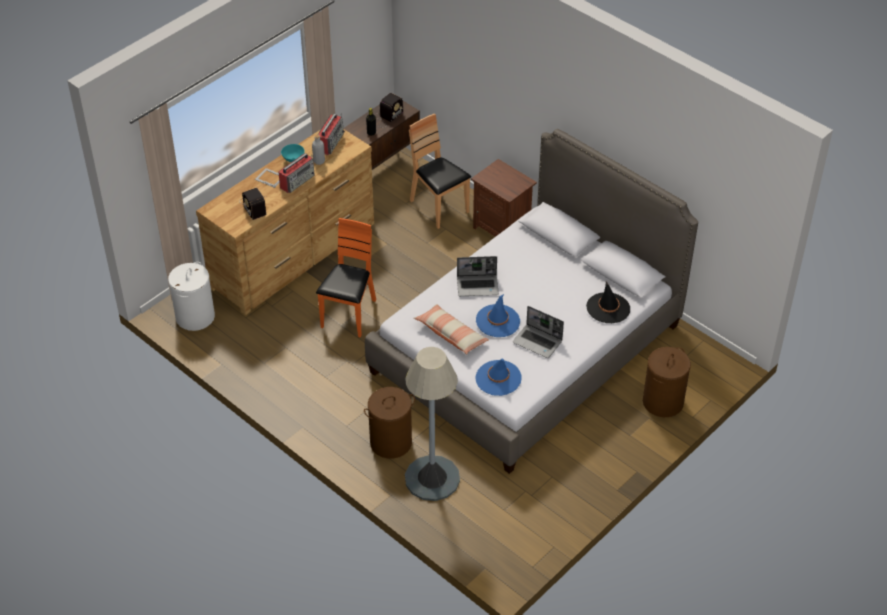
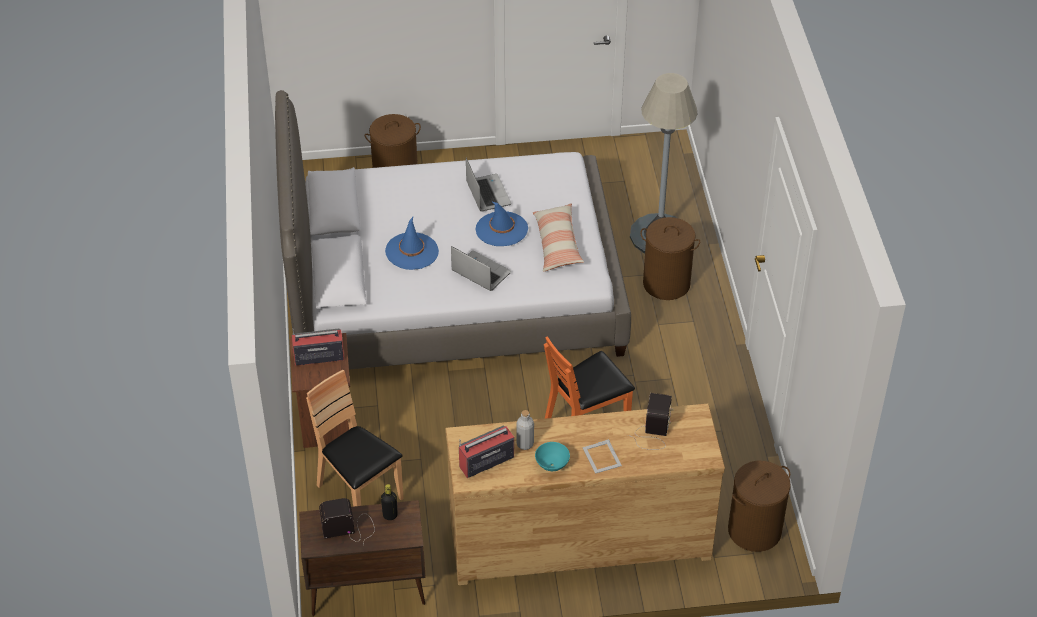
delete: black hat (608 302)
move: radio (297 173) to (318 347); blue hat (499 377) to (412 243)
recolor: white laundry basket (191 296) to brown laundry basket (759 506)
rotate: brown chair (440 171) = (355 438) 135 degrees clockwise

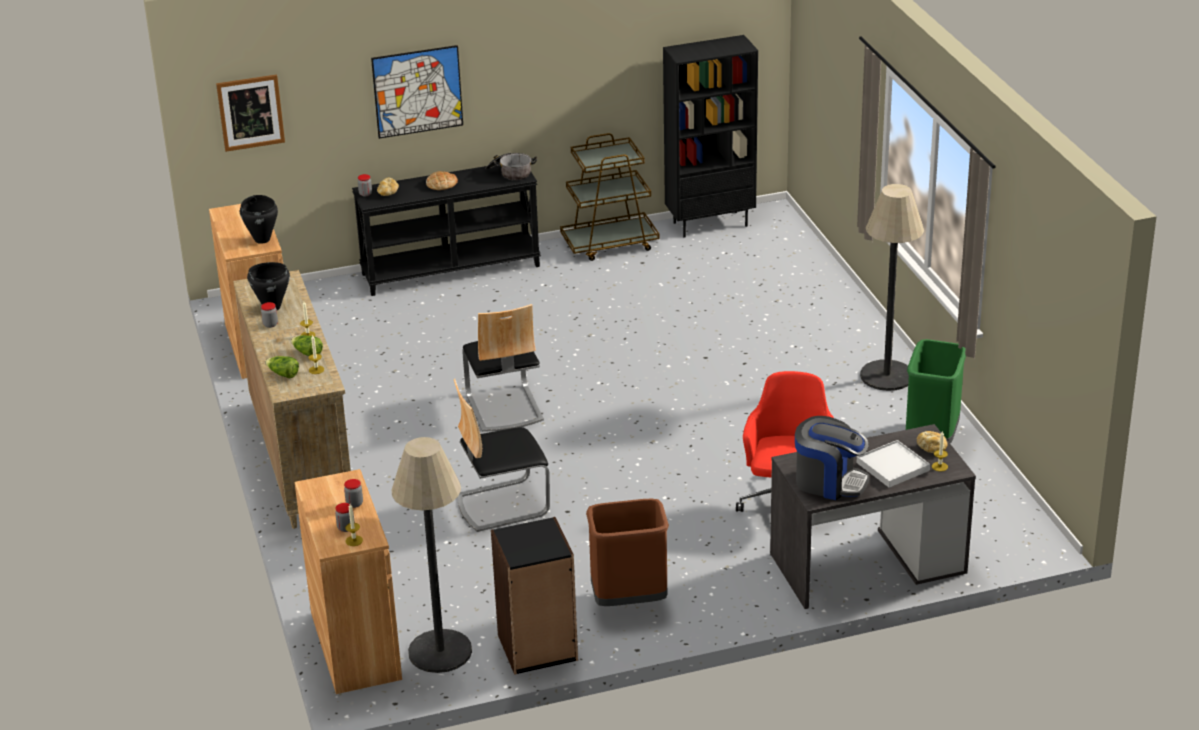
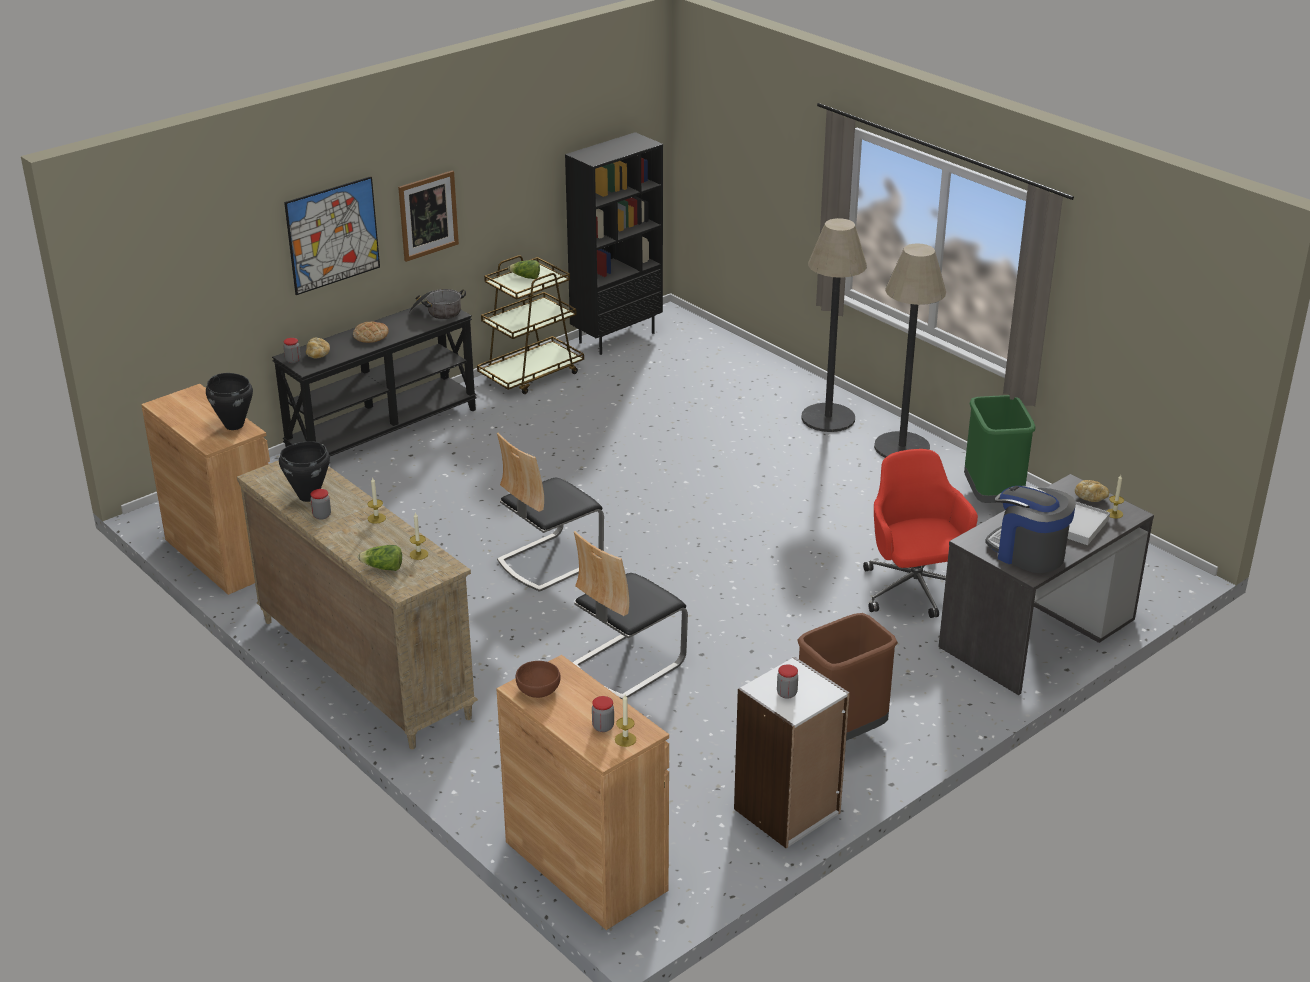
insert: brown bowl (538 679)
move: picture (250 113) to (428 216); lettuce (307 345) to (524 269); jar (353 493) to (787 682); floor lamp (432 555) to (834 325)
recolor: black bookcase (534 596) to white bookcase (792 752)
rotate: chair (503 368) = (550 512) 90 degrees clockwise; coffee machine (832 458) = (1030 529) 135 degrees counterclockwise

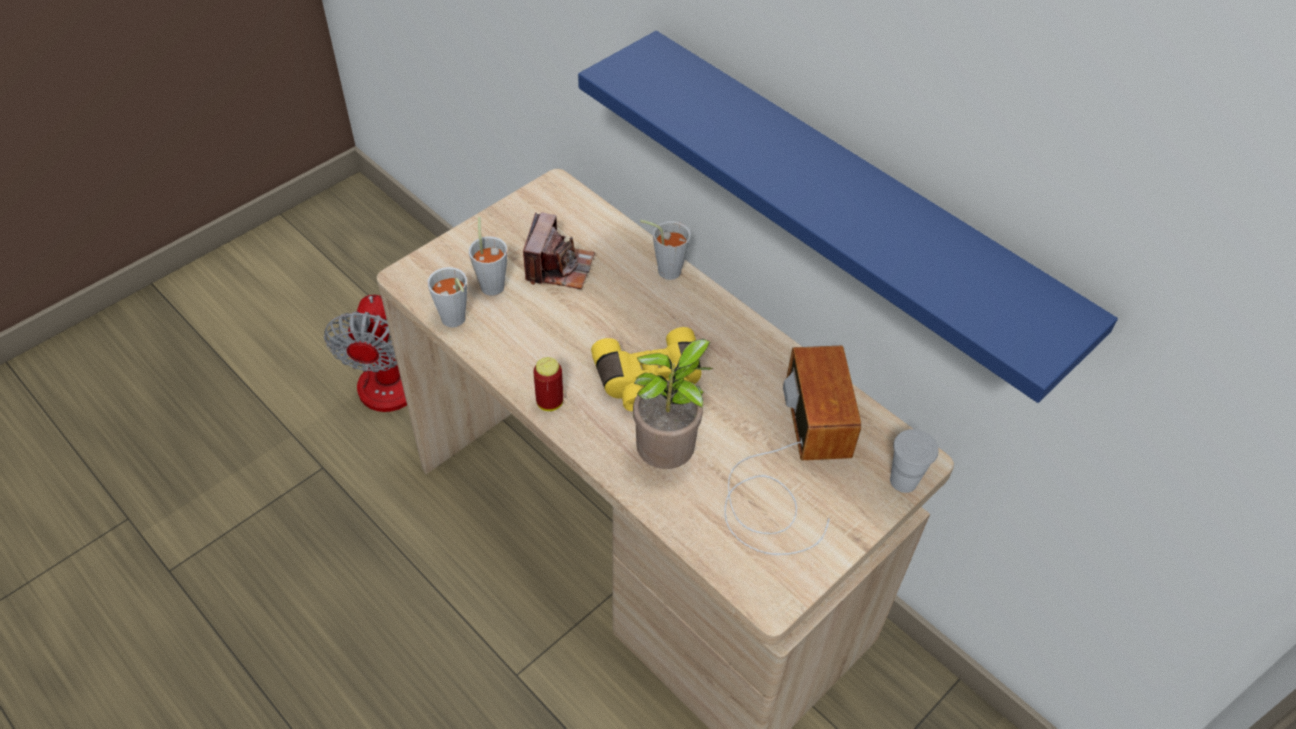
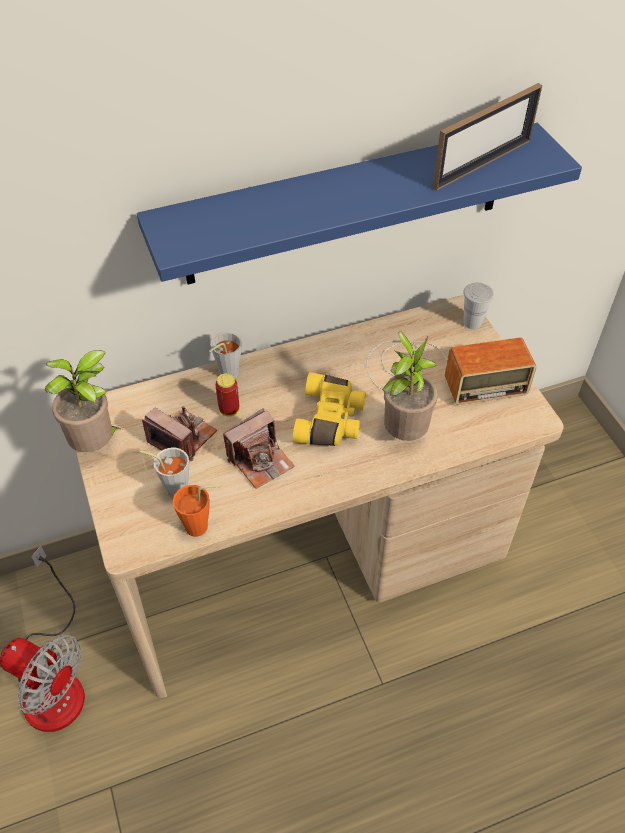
insert: potted plant (82 401); photo camera (259 448); picture frame (487 137)
move: can (548 384) to (227 394)
recolor: grey cup (447 297) to orange cup (196 511)
rotate: radio (793 450) = (451 371) 150 degrees clockwise

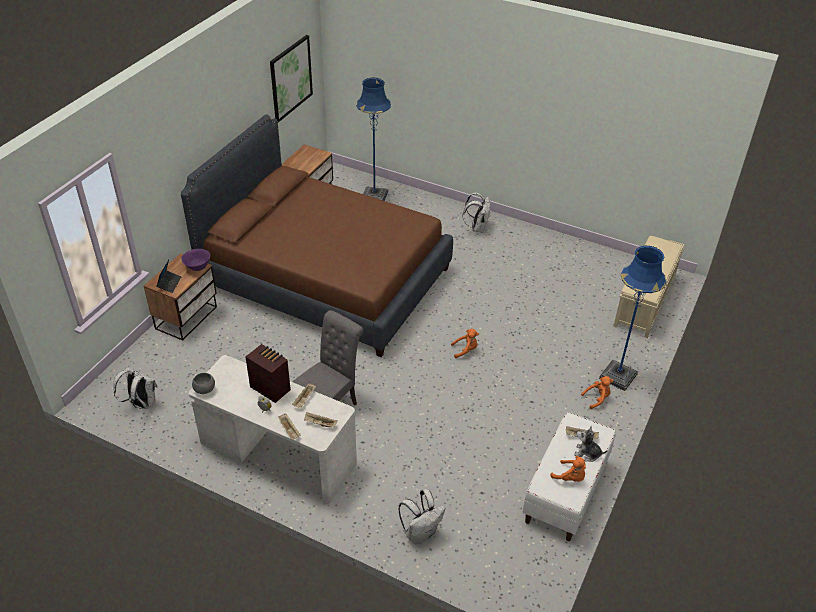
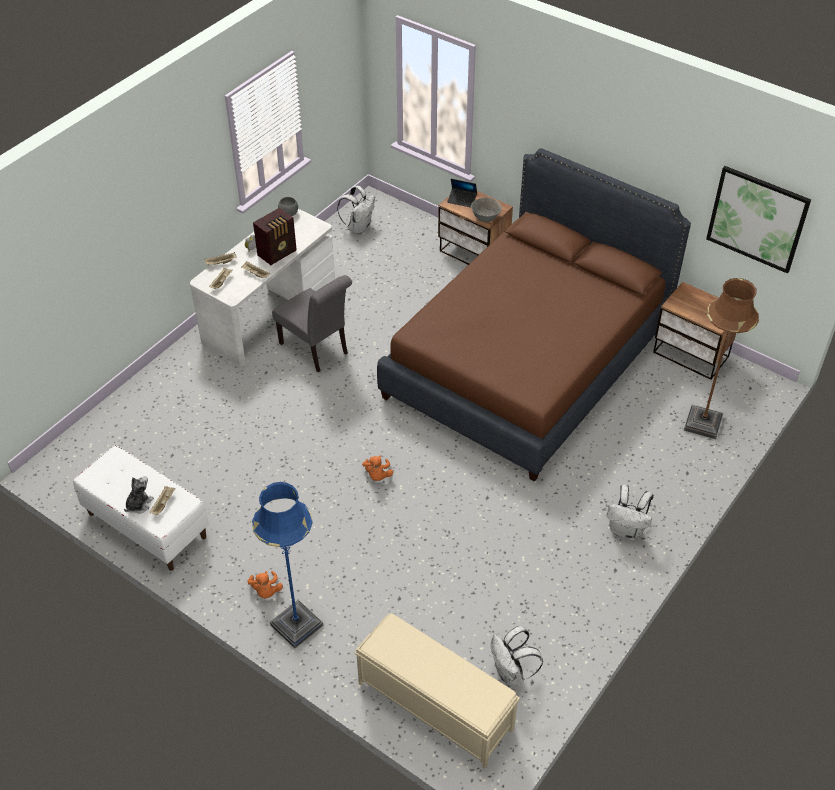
delete: orange plush toy (568 469)
move: white backpack (421 516) to (517 656)
recolor: purple bowl (195 260) to grey bowl (486 209); blue floor lamp (373 139) to brown floor lamp (721 358)

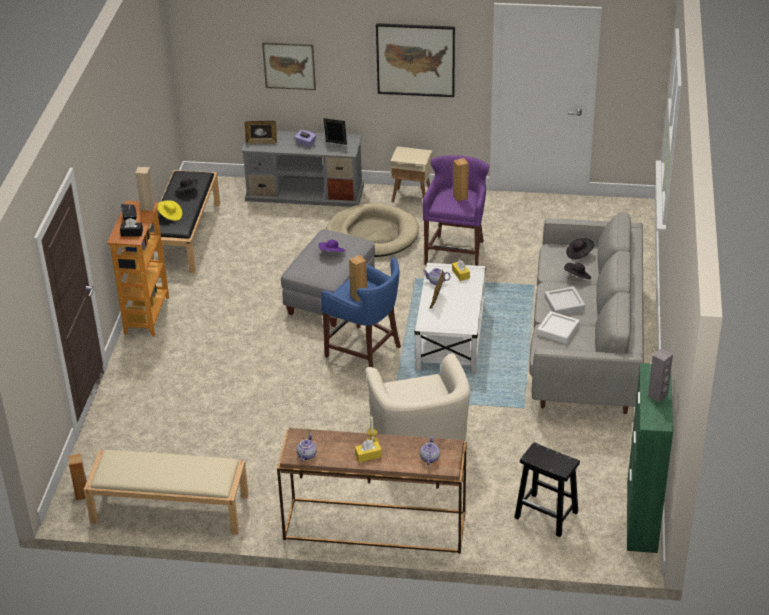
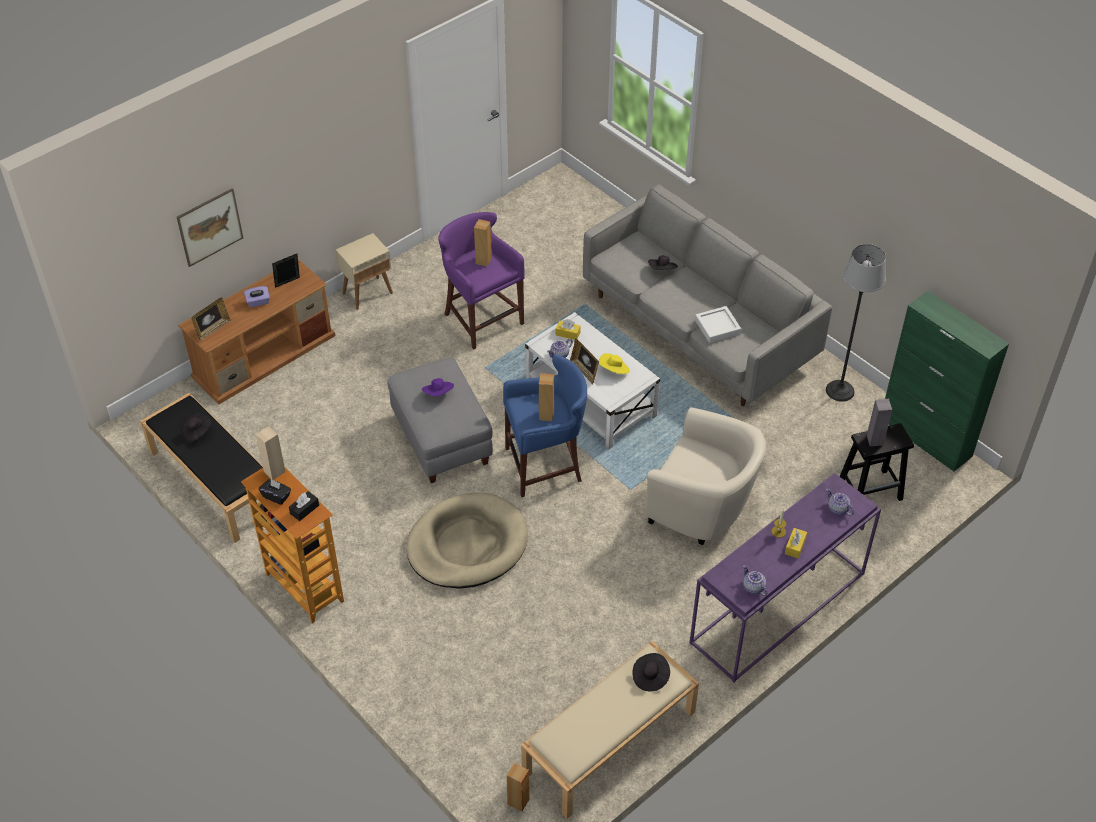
delete: picture (415 60); grey tray (564 301)
insert: floor lamp (856 322)
move: yellow hat (169 210) to (614 363); beige dog bed (372 230) to (467 540); black hat (580 249) to (651 672); grey speaker (660 375) to (879 422)
recolor: grey tv stand (302 169) to brown tv stand (256 331); brown console table (371 491) to purple console table (785 578)

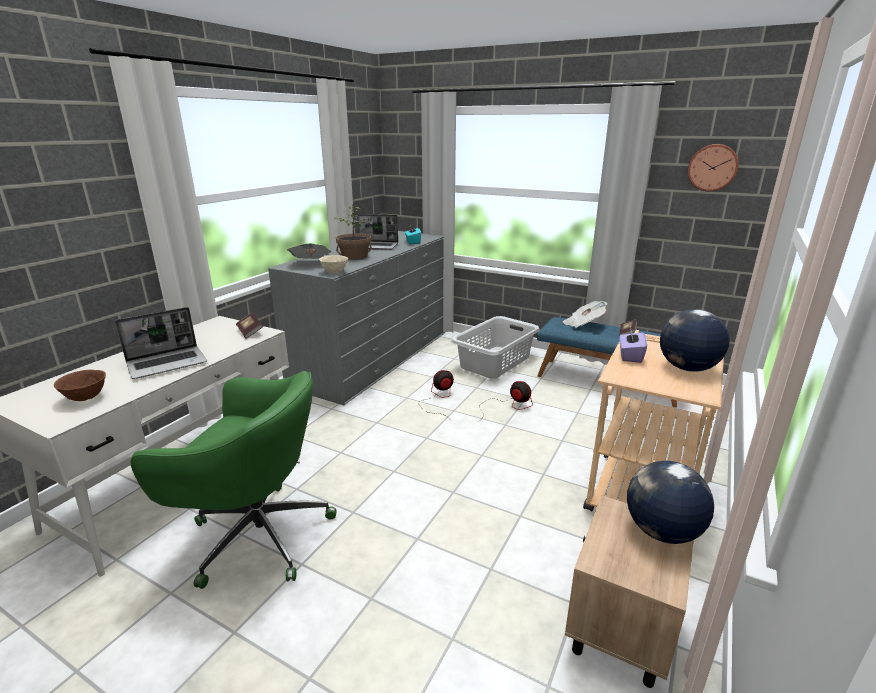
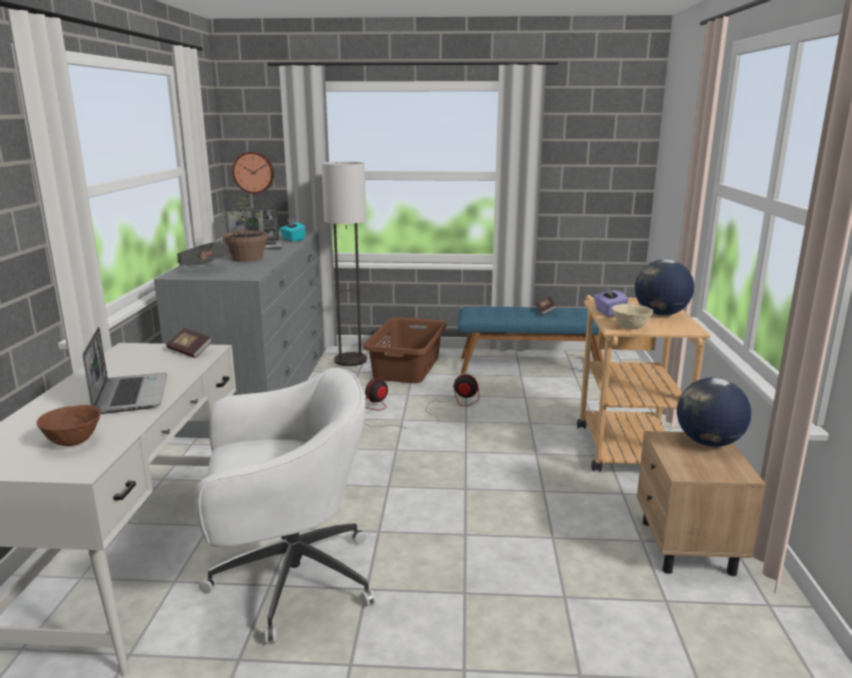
delete: newspaper (585 314)
insert: floor lamp (344 263)
move: beige bowl (333 264) to (632 316); wall clock (713 167) to (253 172)
recolor: green office chair (234 480) to white office chair (285 506); grey laundry basket (495 347) to brown laundry basket (404 350)
rotate: laptop (161 343) = (125 370) 45 degrees counterclockwise

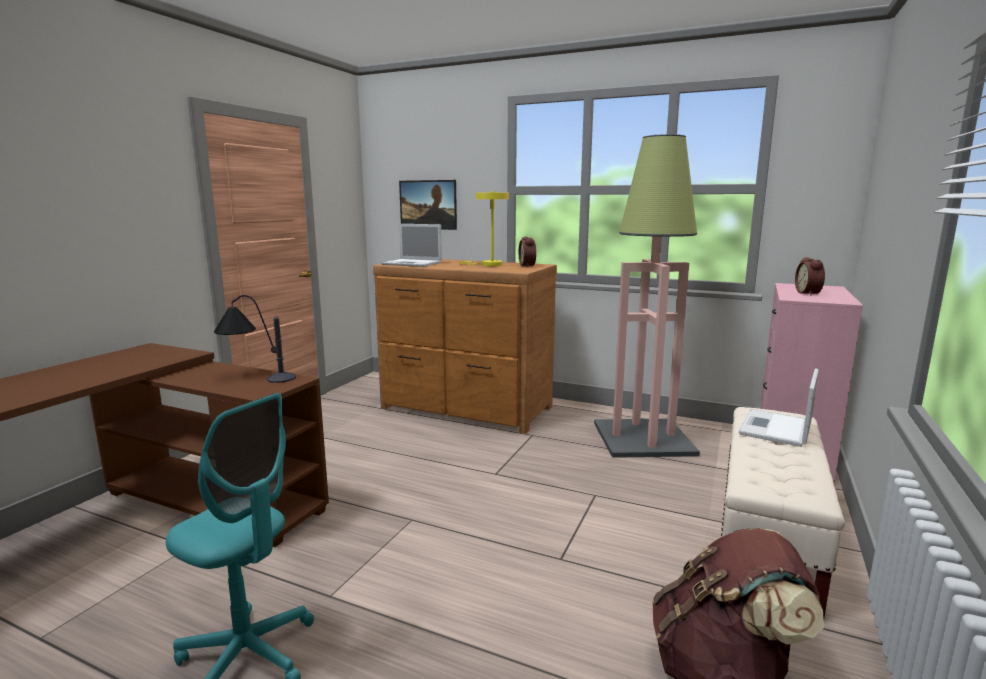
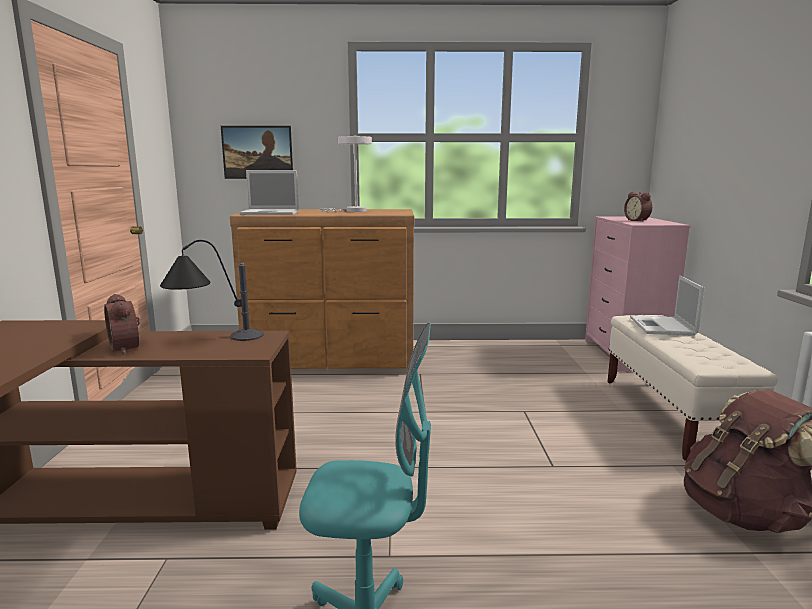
delete: floor lamp (647 296)
move: alarm clock (527 251) to (122 324)
recolor: yellow table lamp (484 228) to white table lamp (346 174)

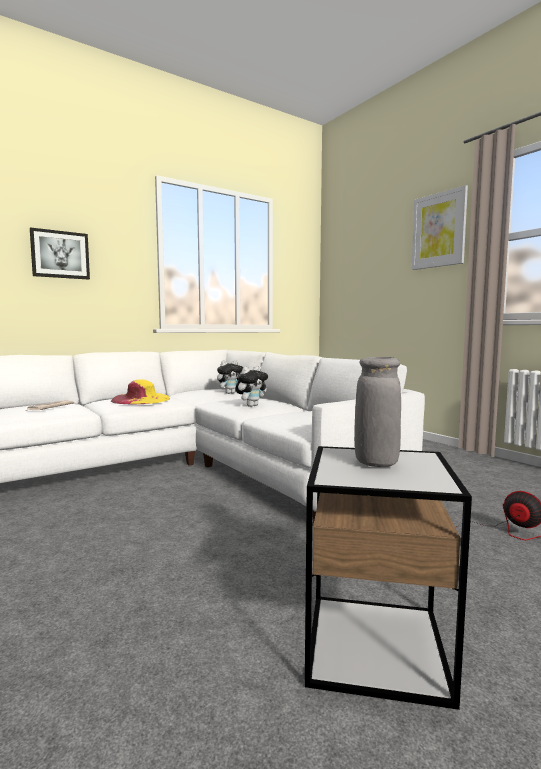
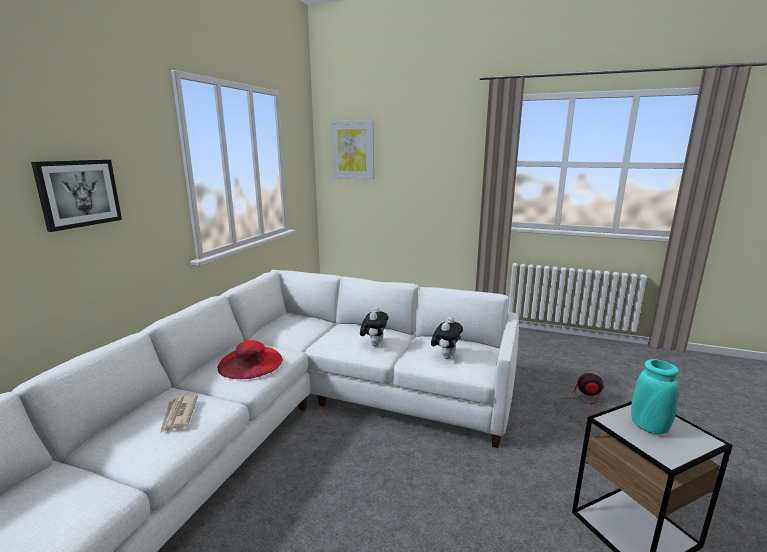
move: plush toy (230 377) to (447 338); picture (440 227) to (352 150)
recolor: yellow hat (140 391) to red hat (250 359); grey vase (377 412) to turquoise vase (655 396)

